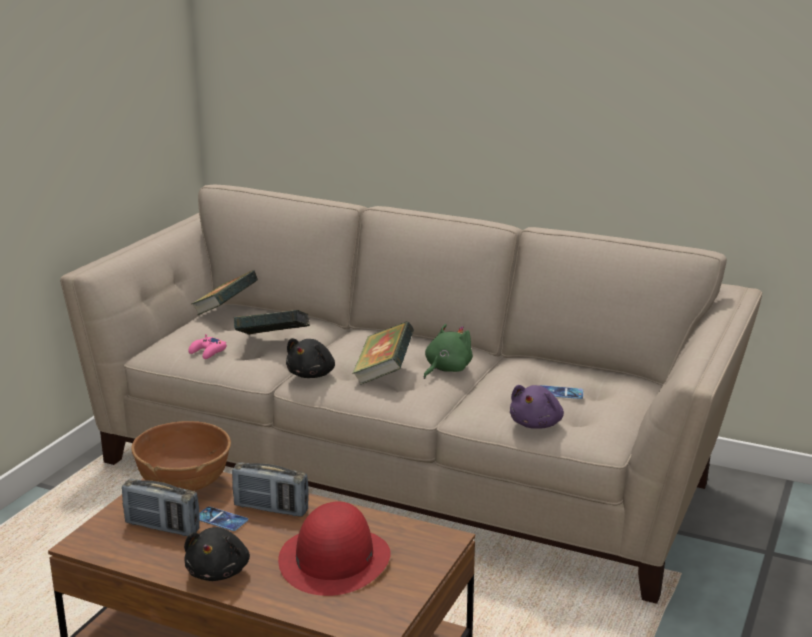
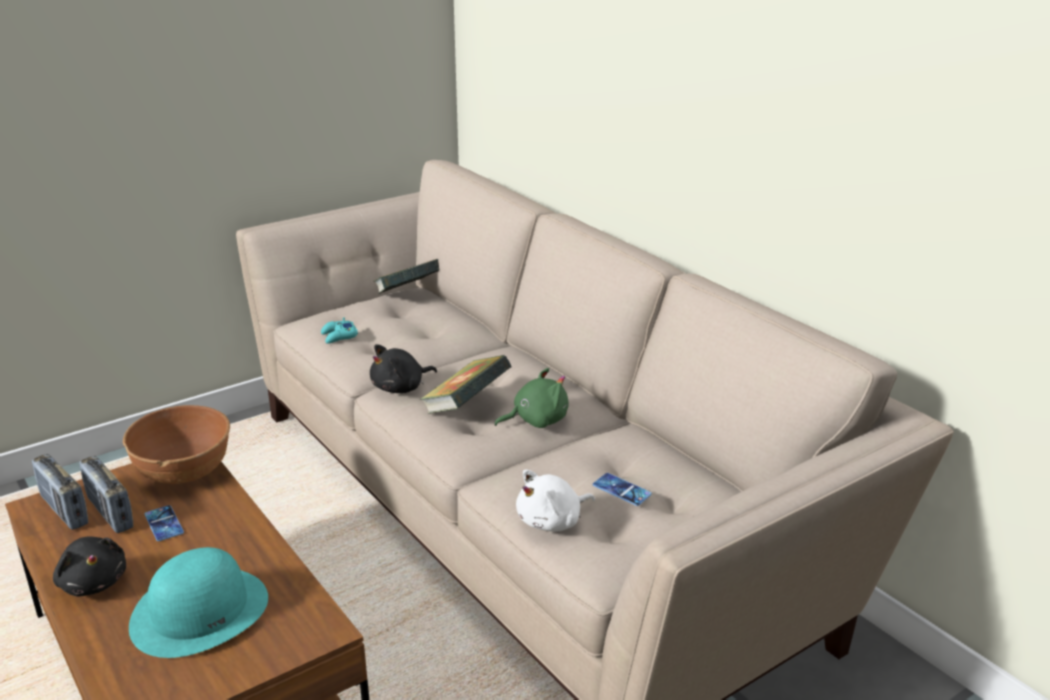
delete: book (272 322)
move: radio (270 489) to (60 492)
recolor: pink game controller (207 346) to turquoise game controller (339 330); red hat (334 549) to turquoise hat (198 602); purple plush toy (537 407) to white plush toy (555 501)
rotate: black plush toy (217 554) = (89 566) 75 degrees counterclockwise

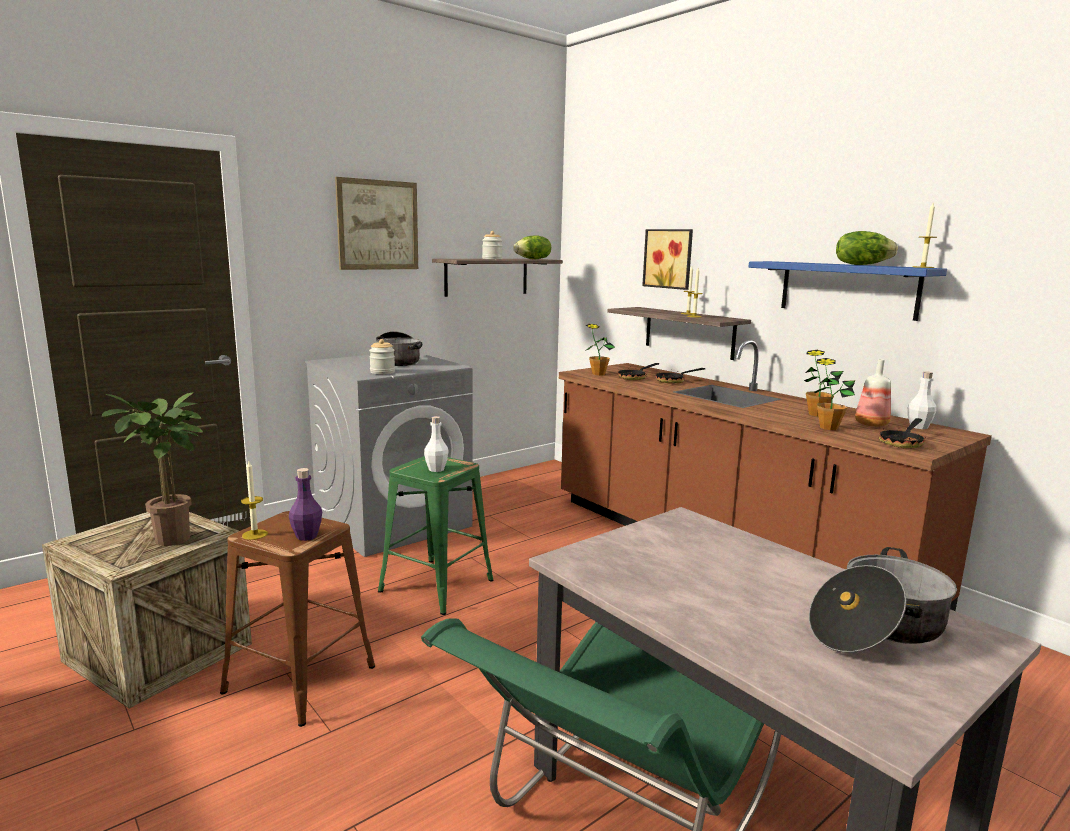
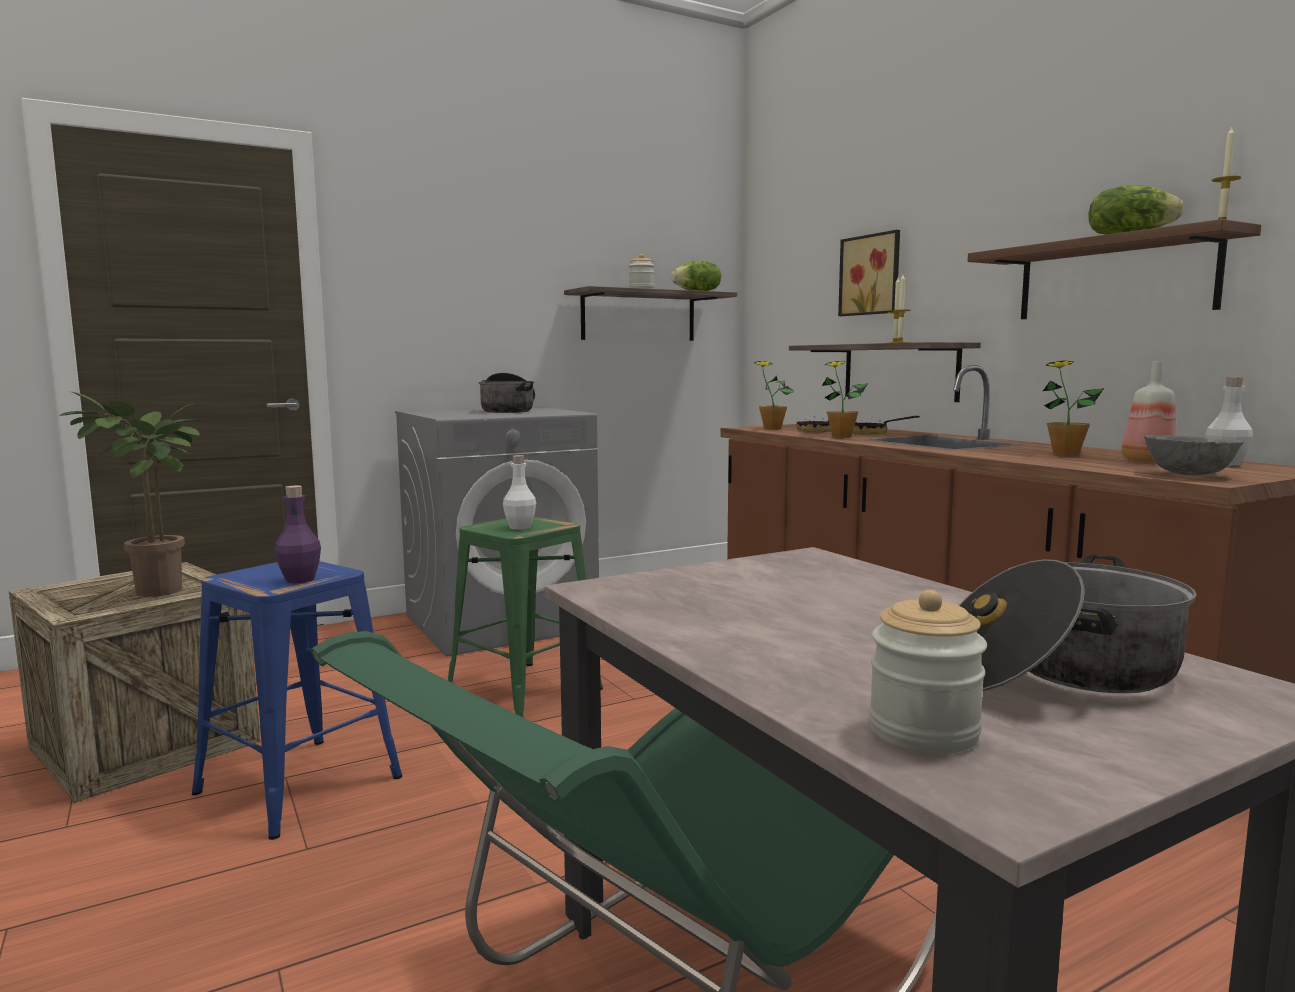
delete: candle (254 500); picture (376 223)
move: jar (382 356) to (928 672); potted plant (834 394) to (845 399)
replace: frying pan (902 433) to grey bowl (1194 455)
recolor: brown stool (297 619) to blue stool (297 700); blue shelf (848 291) to brown shelf (1114 269)

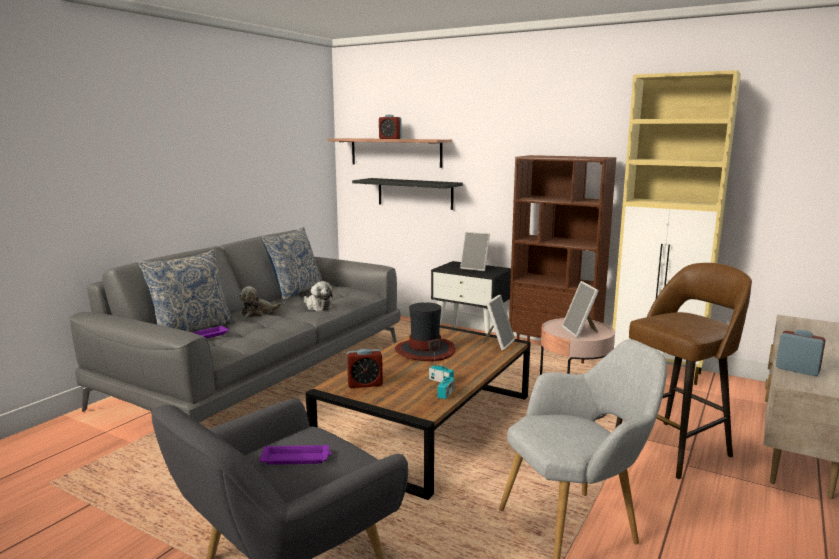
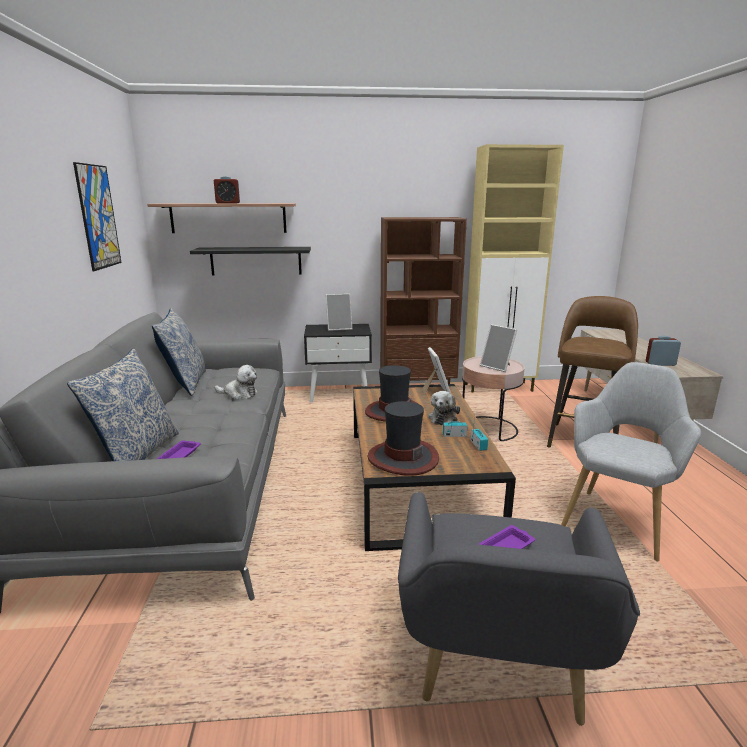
insert: picture (97 216)
move: plush toy (259 302) to (444 408)
replace: alarm clock (365 368) to hat (403 438)

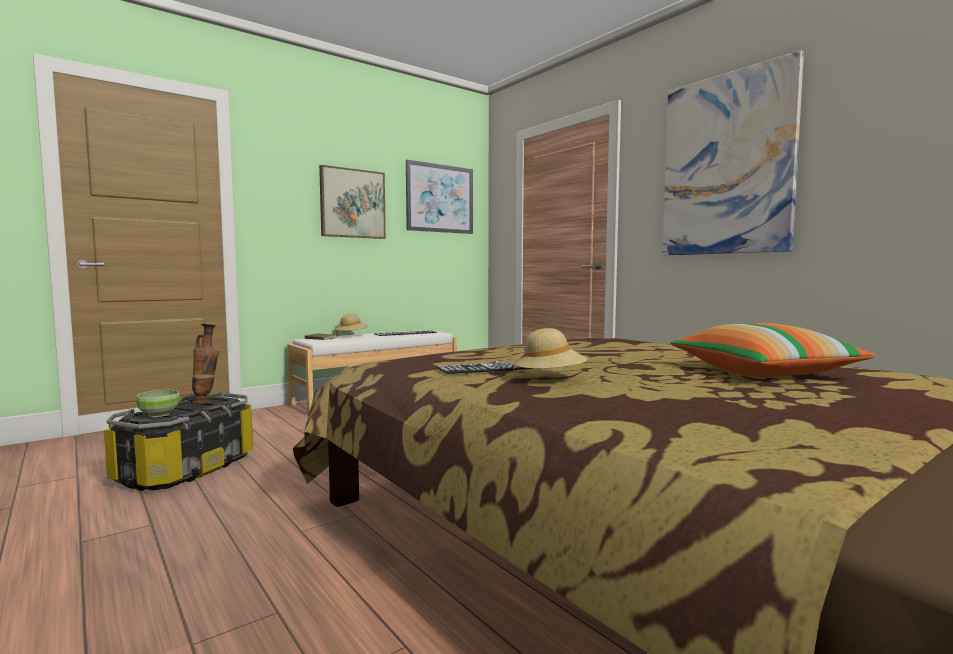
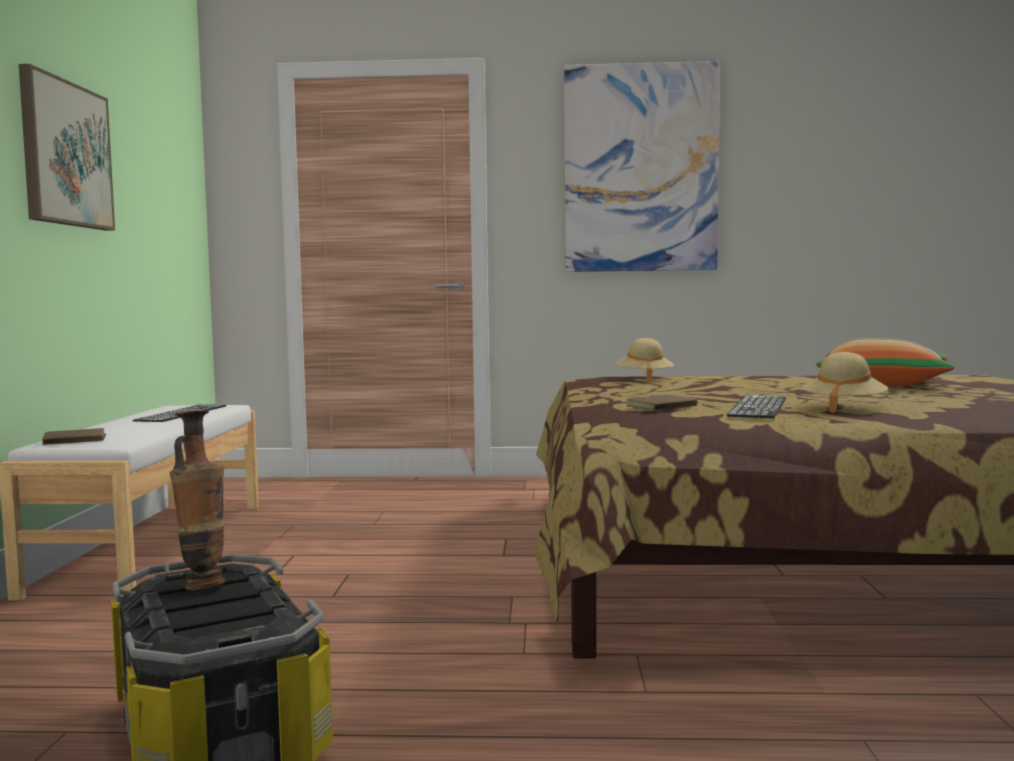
delete: green bowl (158 403); picture (439 197)
insert: brown book (666 402)
move: beige hat (351 325) to (644 360)

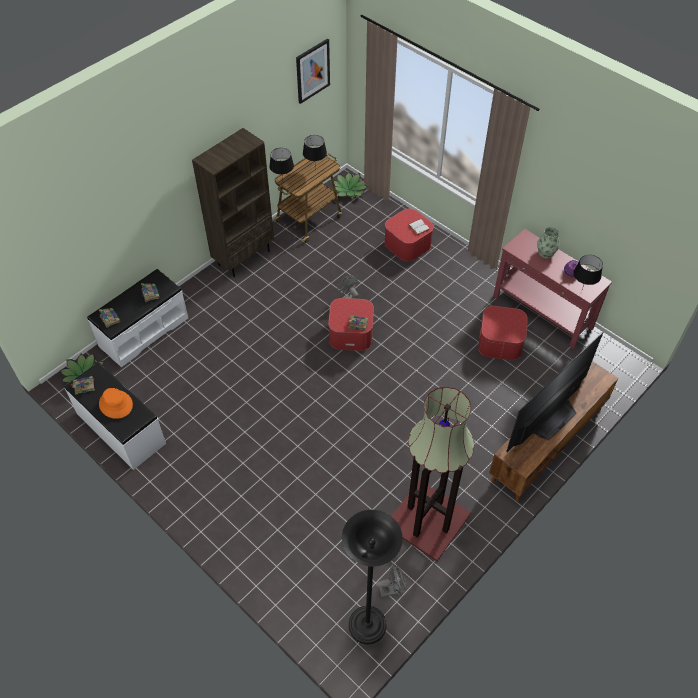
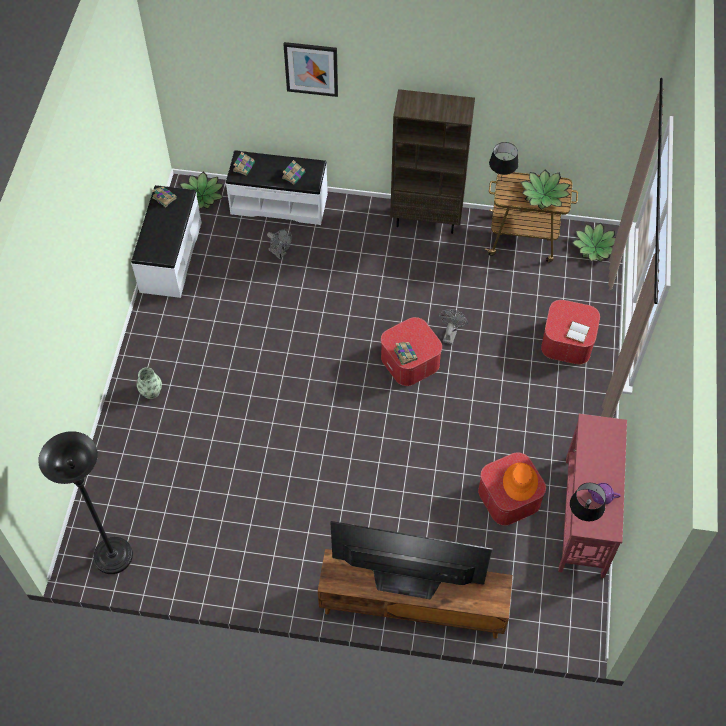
delete: floor lamp (433 474)
move: orange hat (116 403) to (520 482); picture (313 71) to (310 69); grey fan (391 580) to (279 244); vase (548 242) to (149 383)
replace: black table lamp (315 152) to potted plant (545 189)

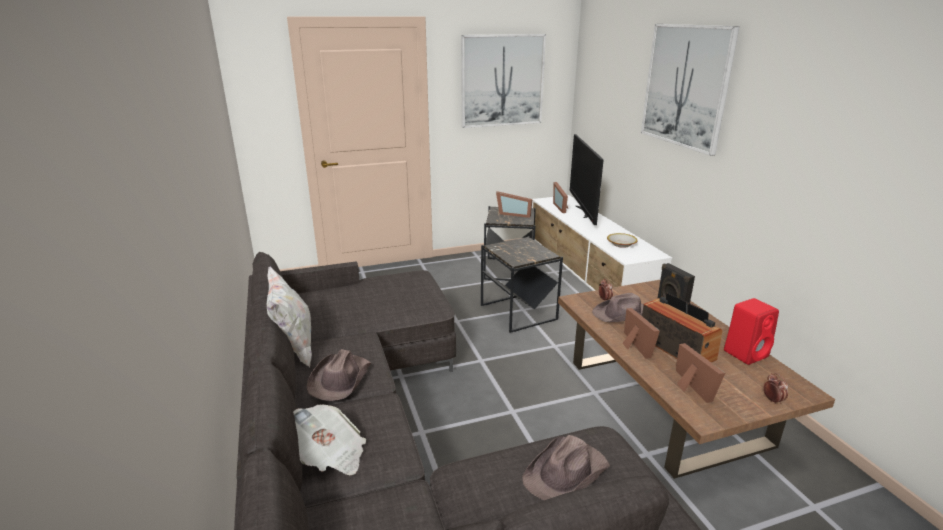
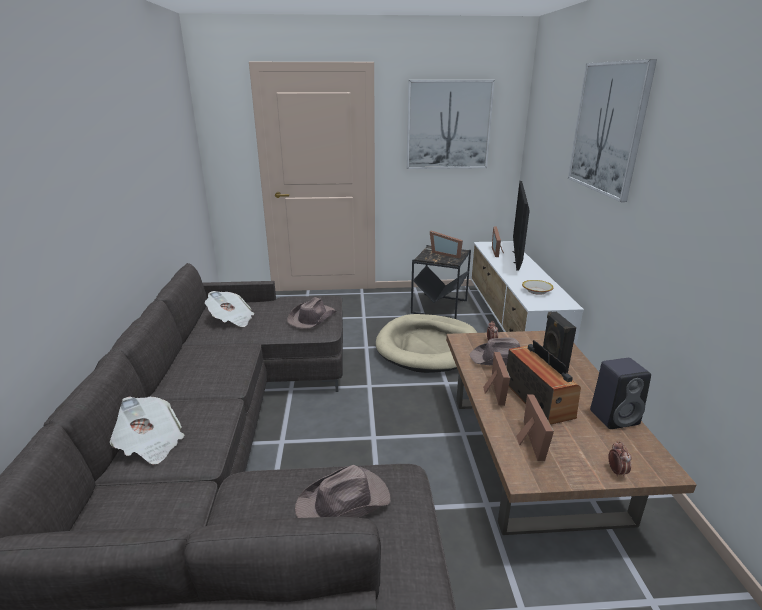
delete: white pillow (289 316)
insert: newspaper (229 309)
move: brown hat (339 375) to (312 313)
replace: black side table (522 284) to beige dog bed (426 343)
recolor: red speaker (751 331) to black speaker (620 393)

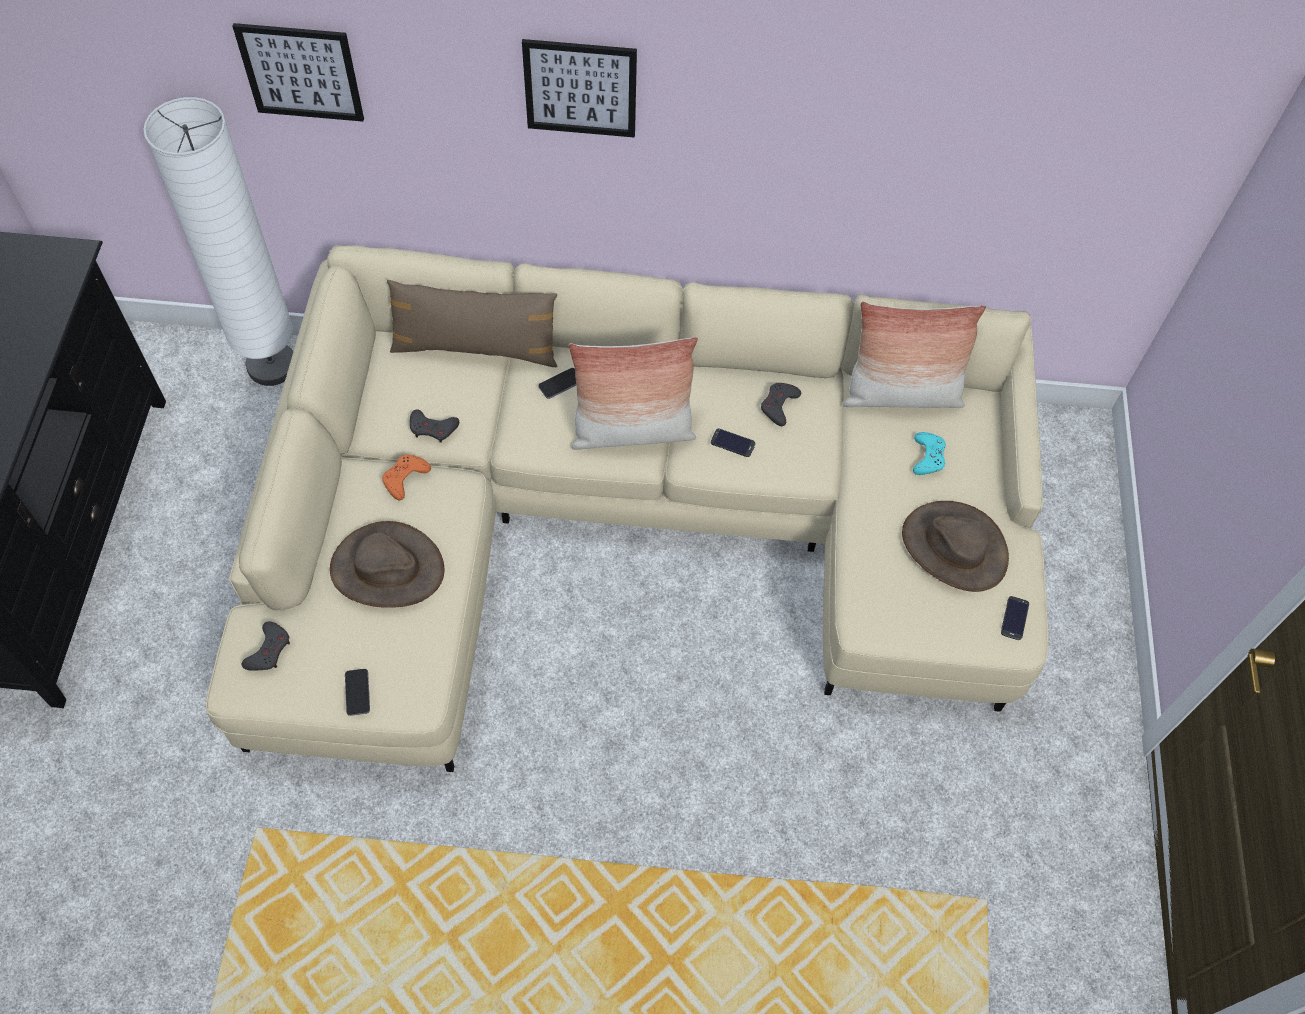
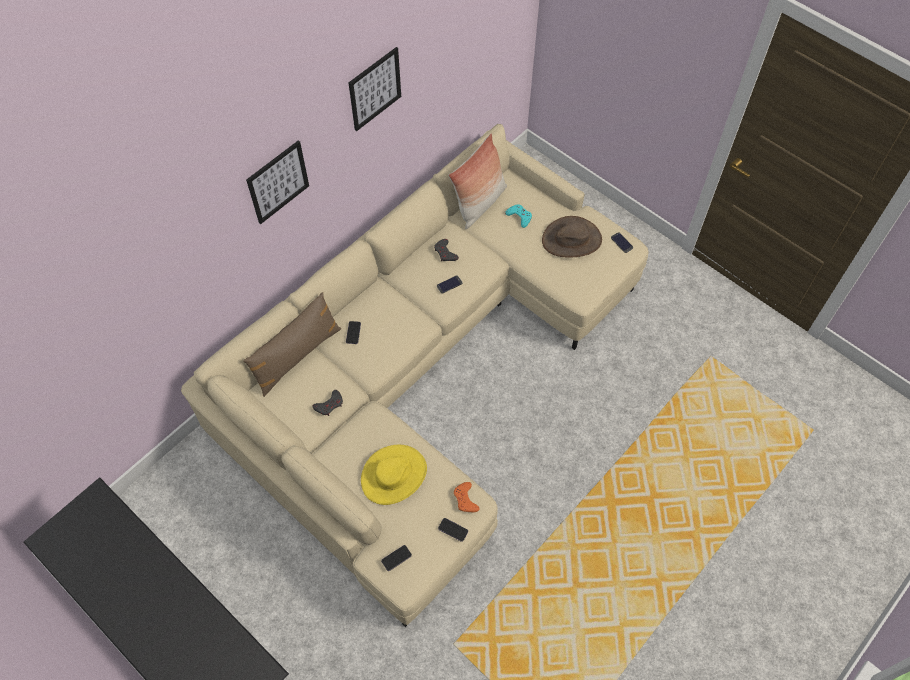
delete: white floor lamp (218 241); pillow (633 393)
move: picture (298 72) to (375 89); orange game controller (406 477) to (467 497)
replace: grey game controller (265 646) to phone (396 558)
recolor: brown hat (387 564) to yellow hat (394 475)

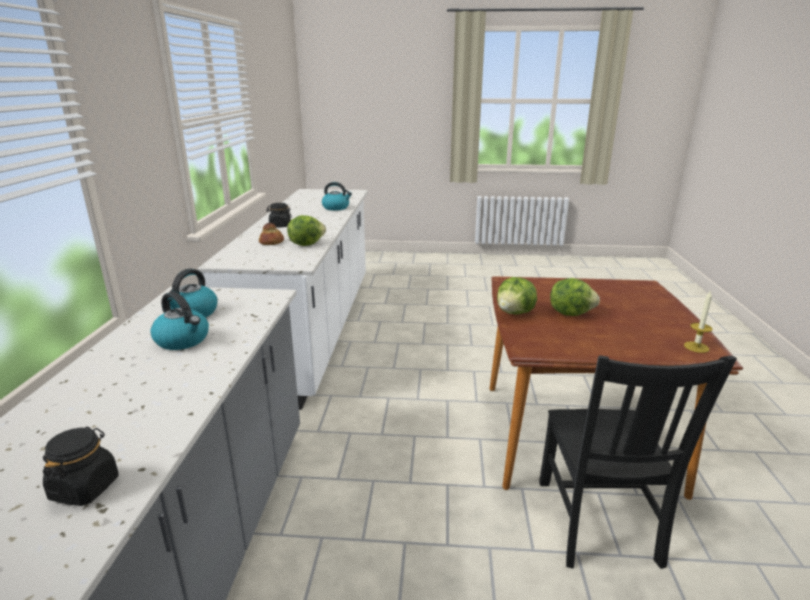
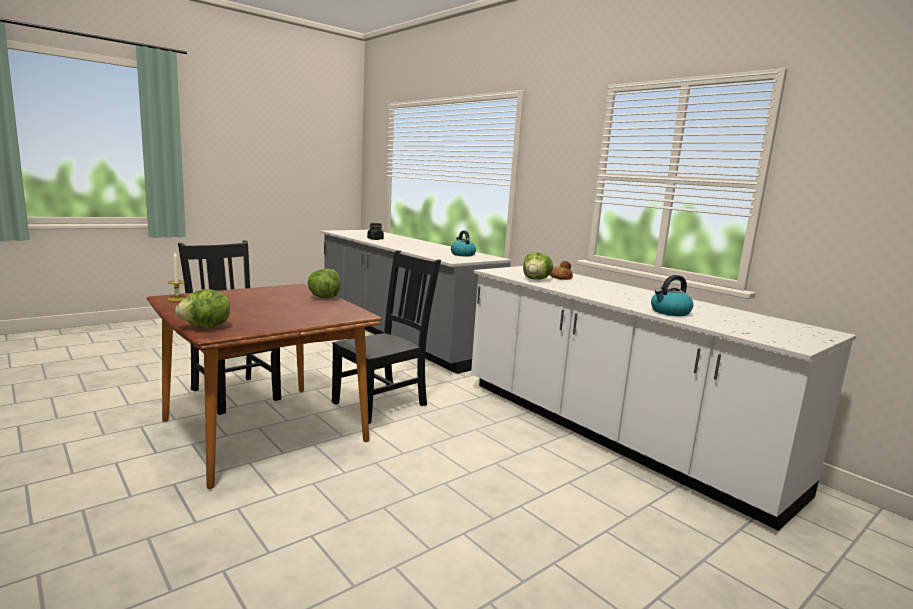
delete: kettle (179 321); black jar (279 215)
insert: black chair (386 337)
move: lettuce (575 297) to (202 308)

